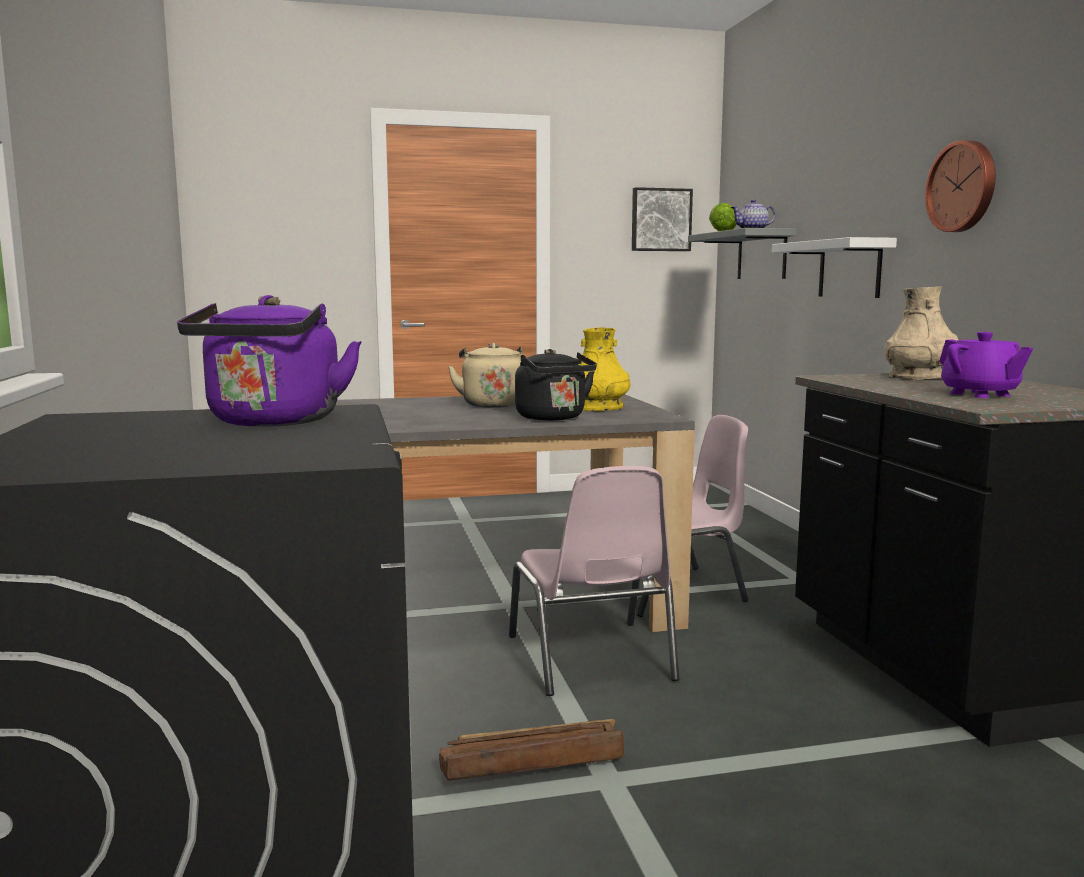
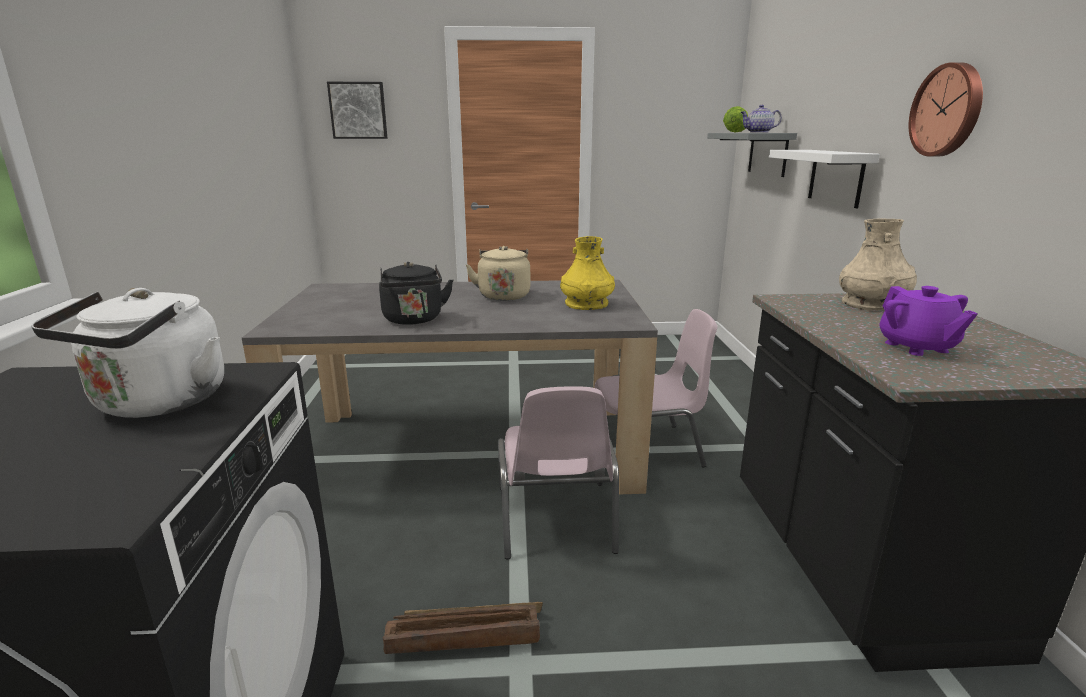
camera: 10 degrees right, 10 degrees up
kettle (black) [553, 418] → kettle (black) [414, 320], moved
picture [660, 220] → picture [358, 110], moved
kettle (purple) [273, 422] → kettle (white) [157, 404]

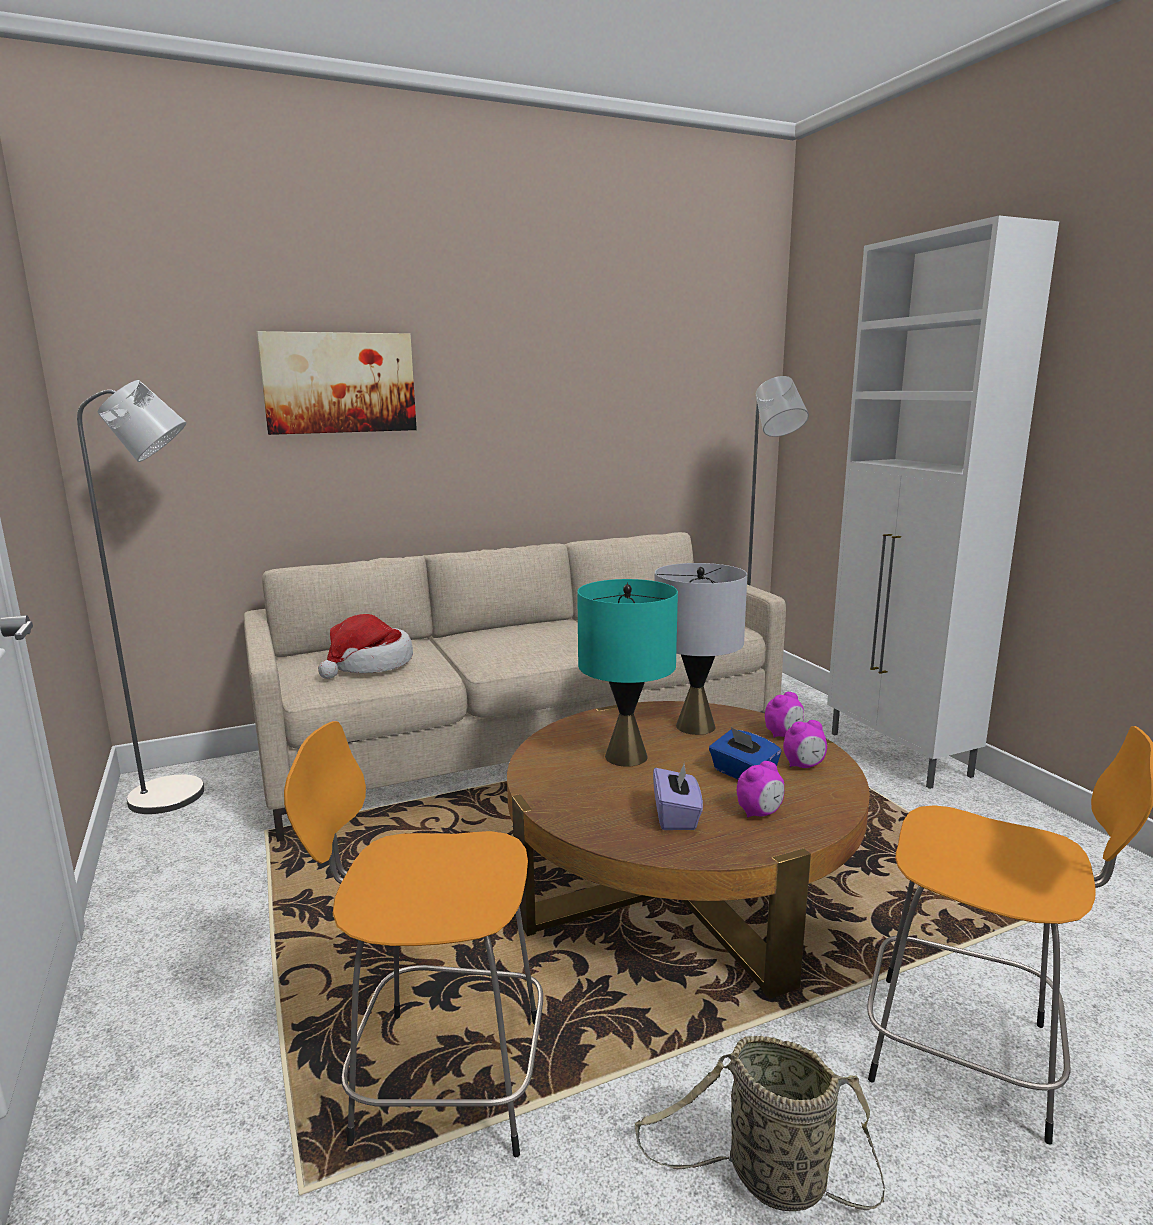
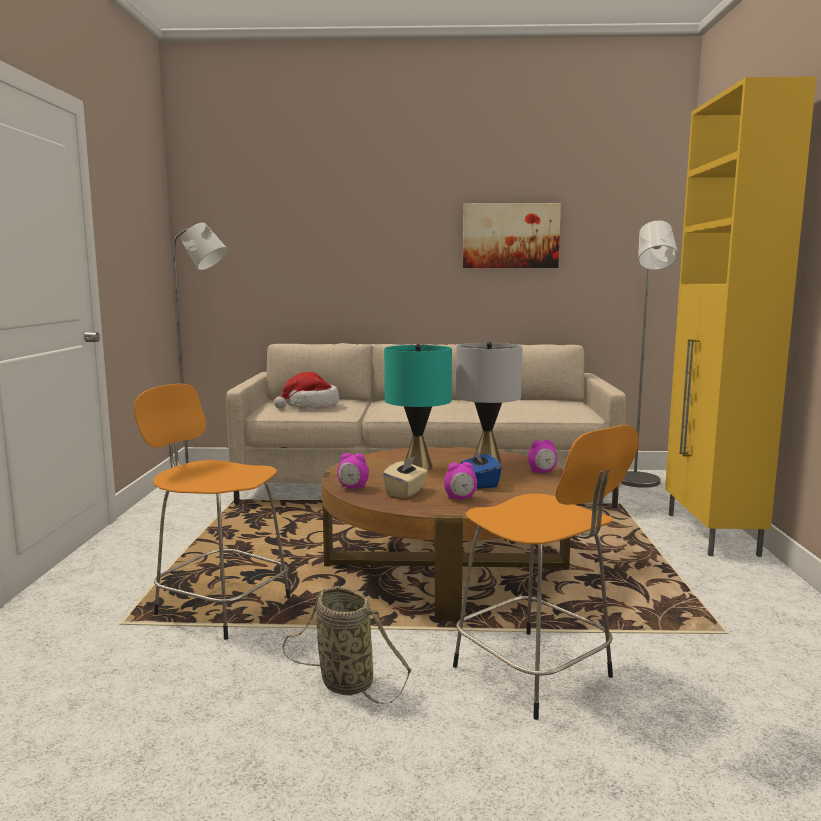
camera: 25 degrees right, 5 degrees down
picture [339, 383] → picture [510, 236], moved
alarm clock [804, 766] → alarm clock [353, 488], moved
tissue box (purple) [676, 816] → tissue box (beige) [406, 492]
cabinet (white) [899, 755] → cabinet (yellow) [711, 534]

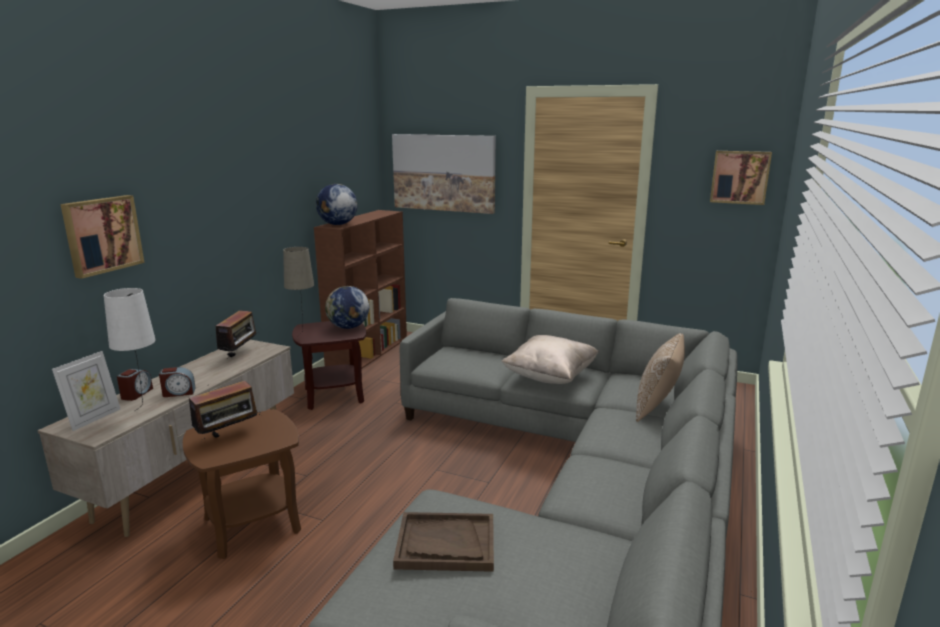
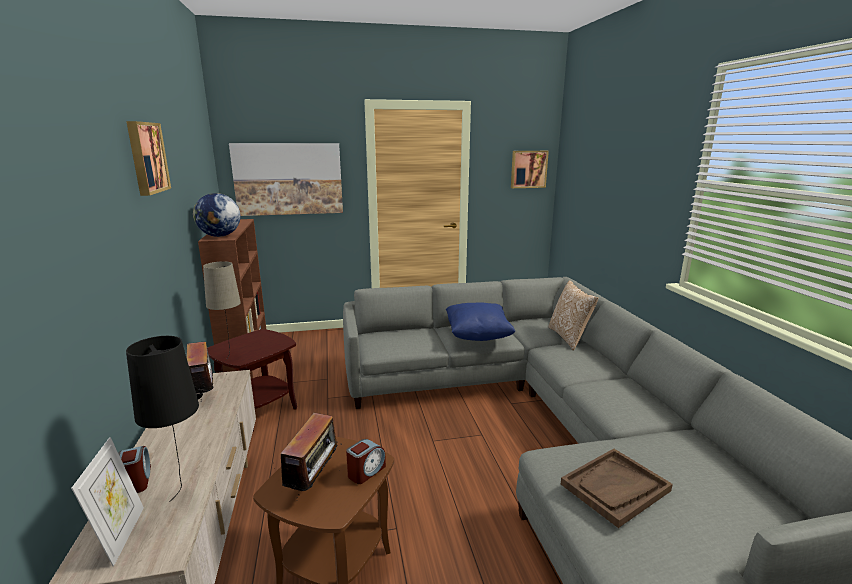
camera: 35 degrees left, 0 degrees up
globe [348, 327] → -
picture [102, 235] → picture [146, 157], moved
alarm clock [179, 393] → alarm clock [366, 472], moved
table lamp (white) [145, 410] → table lamp (black) [184, 495]
pillow (beige) [550, 377] → pillow (blue) [478, 336]

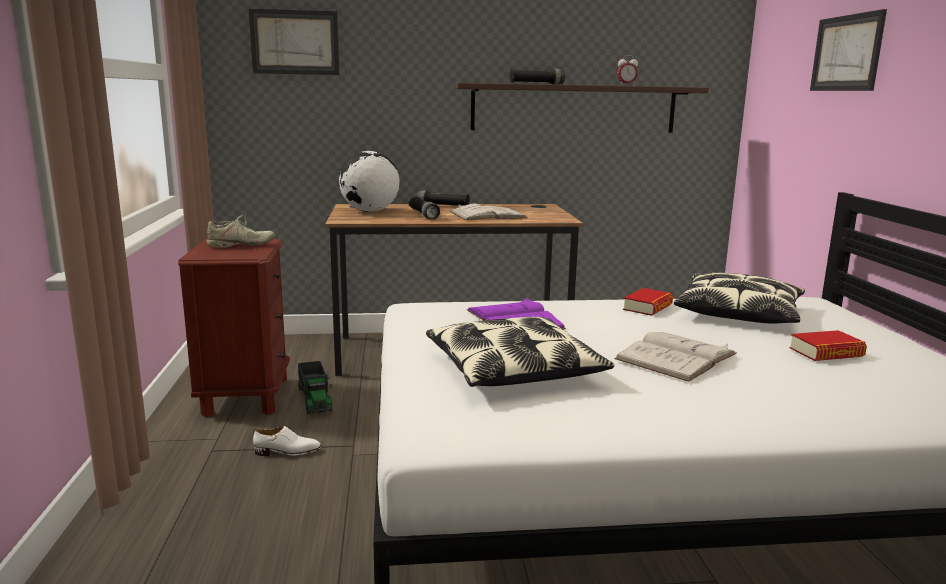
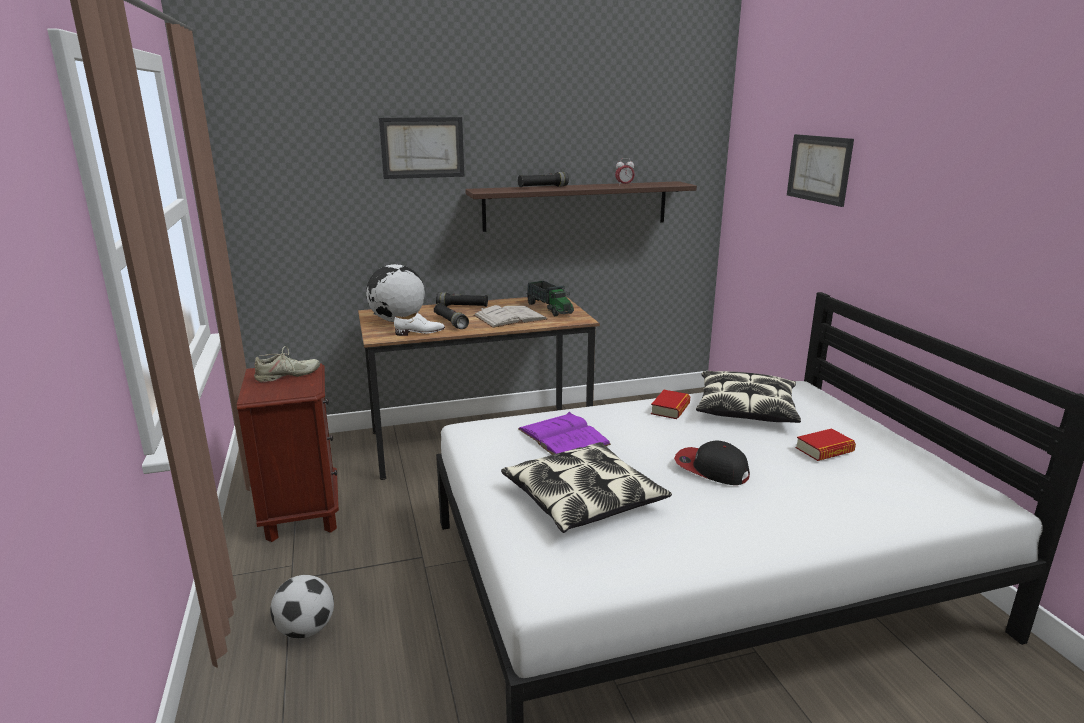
camera: 10 degrees left, 5 degrees up
- → football [306, 630]
picture [295, 42] → picture [422, 147], moved
shoe (white) [287, 452] → shoe (white) [420, 332], moved
toy truck [315, 399] → toy truck [550, 309], moved
book (white) [676, 356] → cap [711, 469]

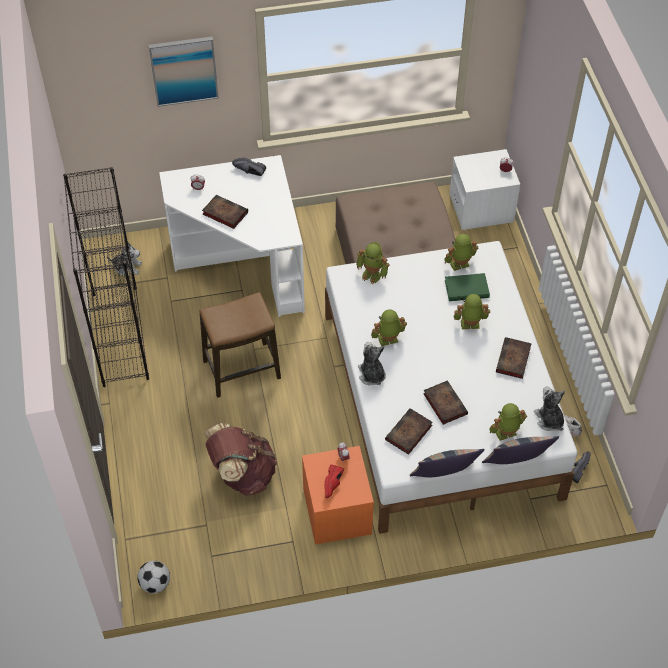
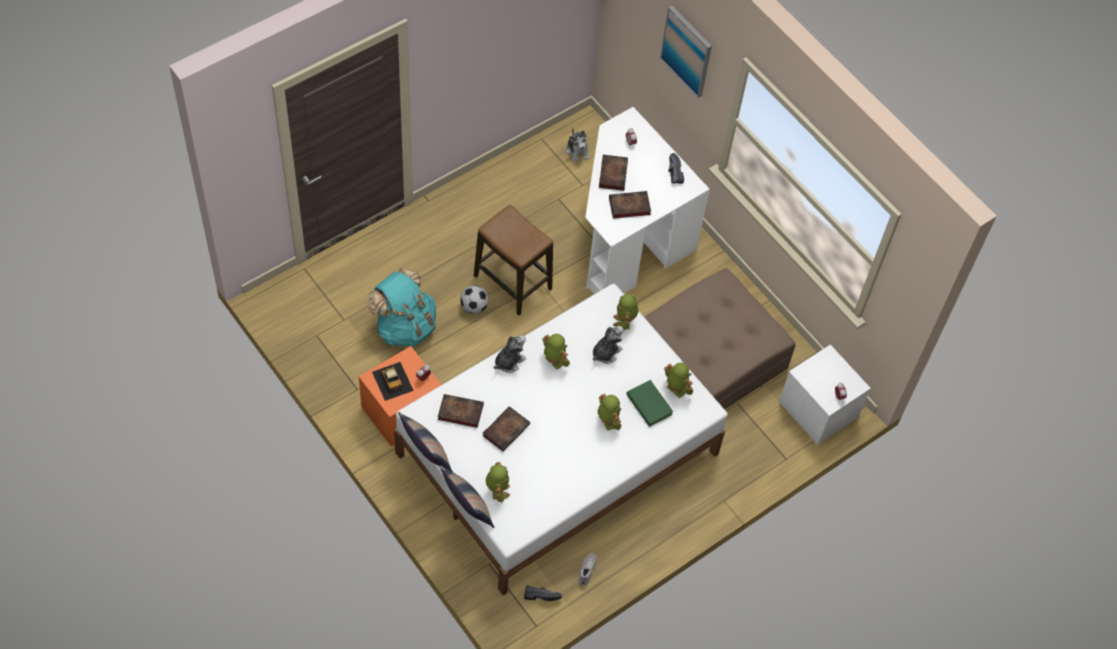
camera: 60 degrees right, 5 degrees up
bookcase (black) [119, 335] → -
football [155, 584] → football [474, 307], moved
book [513, 360] → book [628, 206], moved
plush toy [549, 420] → plush toy [605, 352], moved
shoe (red) [334, 484] → toy car [392, 380]
backpack (brown) [242, 474] → backpack (turquoise) [405, 326]
toy robot [506, 434] → toy robot [497, 490], 45 degrees clockwise

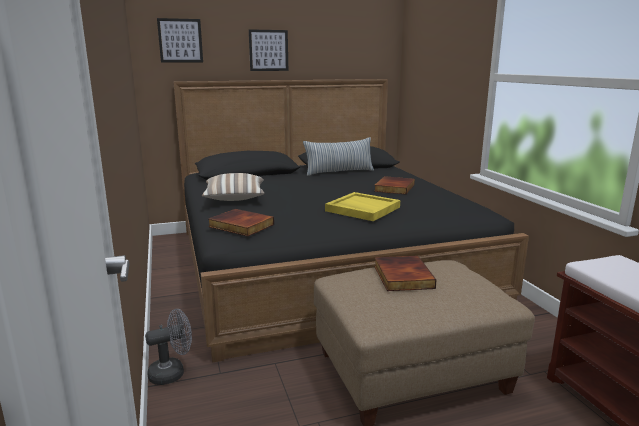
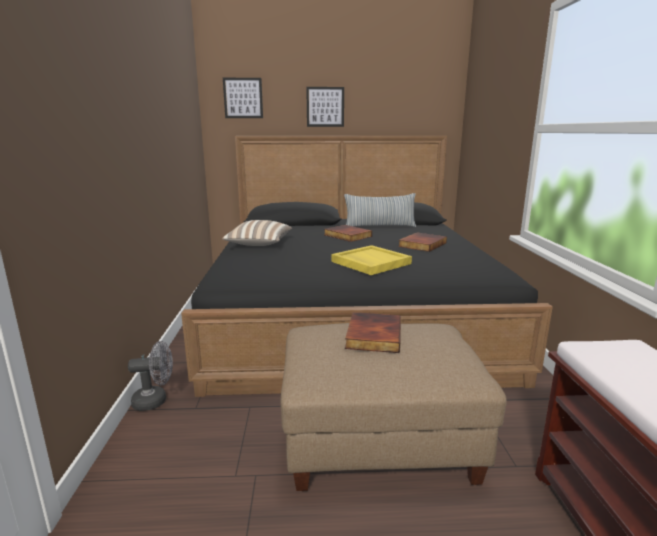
camera: 15 degrees right, 0 degrees up
book [240, 226] → book [346, 236], moved

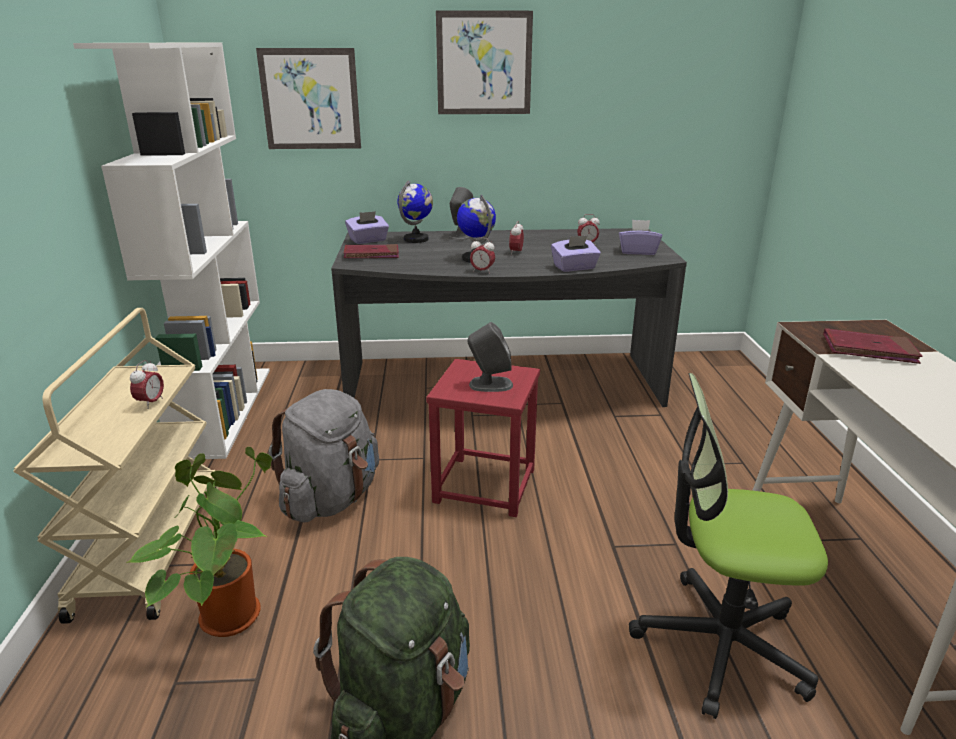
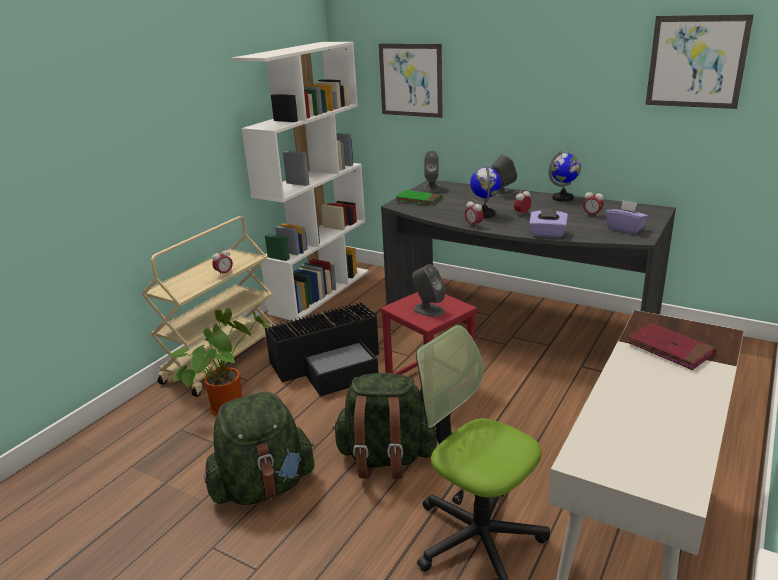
camera: 35 degrees right, 0 degrees up
- → backpack (green) [386, 459]
globe [416, 239] → globe [563, 198], moved
picture [484, 63] → picture [696, 62], moved
backpack (grey) [331, 499] → storage box (black) [331, 363]
tissue box (purple) [368, 240] → speaker (grey) [432, 188]
book (red) [371, 255] → book (green) [418, 200]

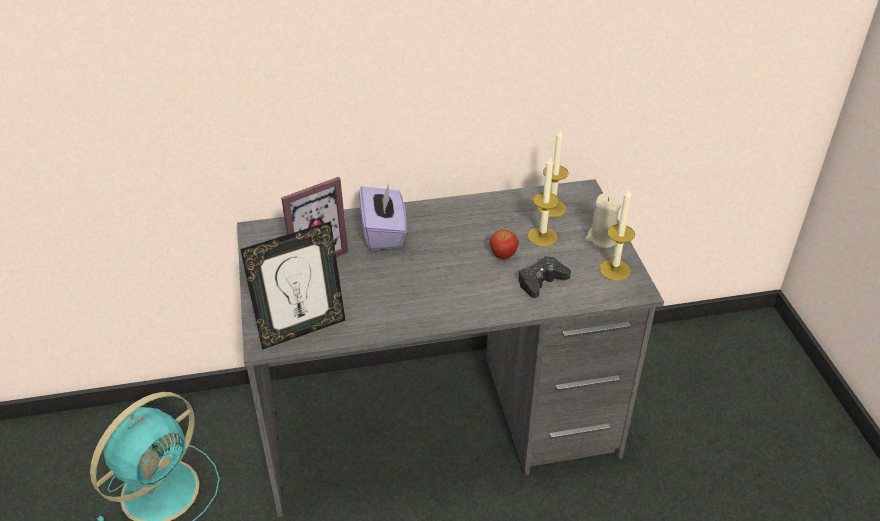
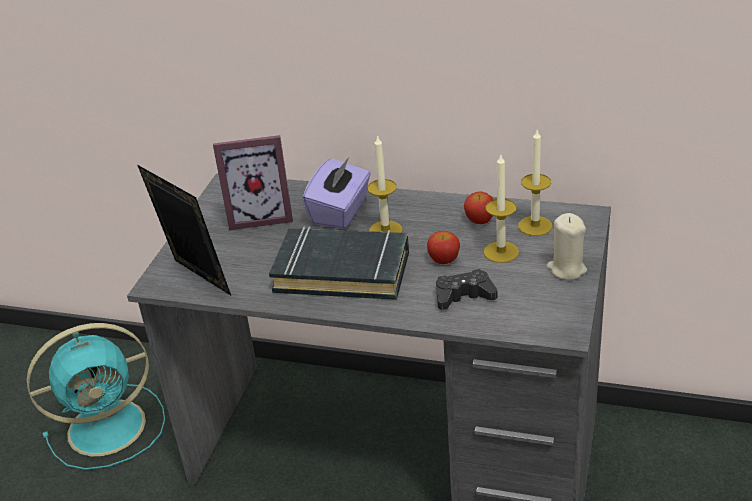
camera: 30 degrees right, 5 degrees down
- → book (black) [342, 271]
- → apple [479, 220]
candle [614, 270] → candle [385, 230], moved
picture frame [301, 330] → picture frame [196, 281], 135 degrees counterclockwise

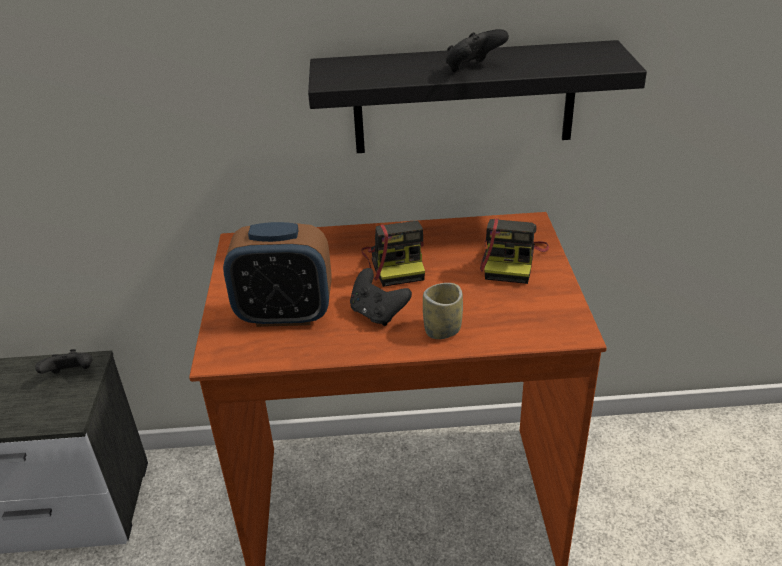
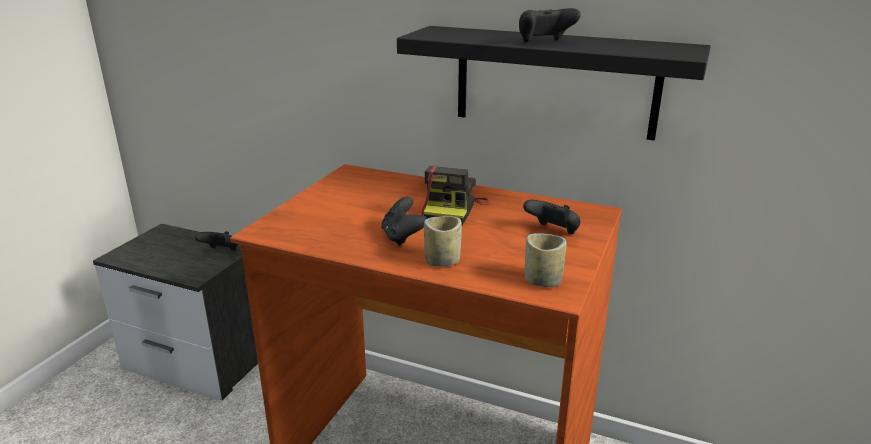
camera: 25 degrees right, 10 degrees down
alarm clock [285, 315] → -
- → cup [542, 281]
photo camera [512, 260] → game controller (black) [553, 232]

